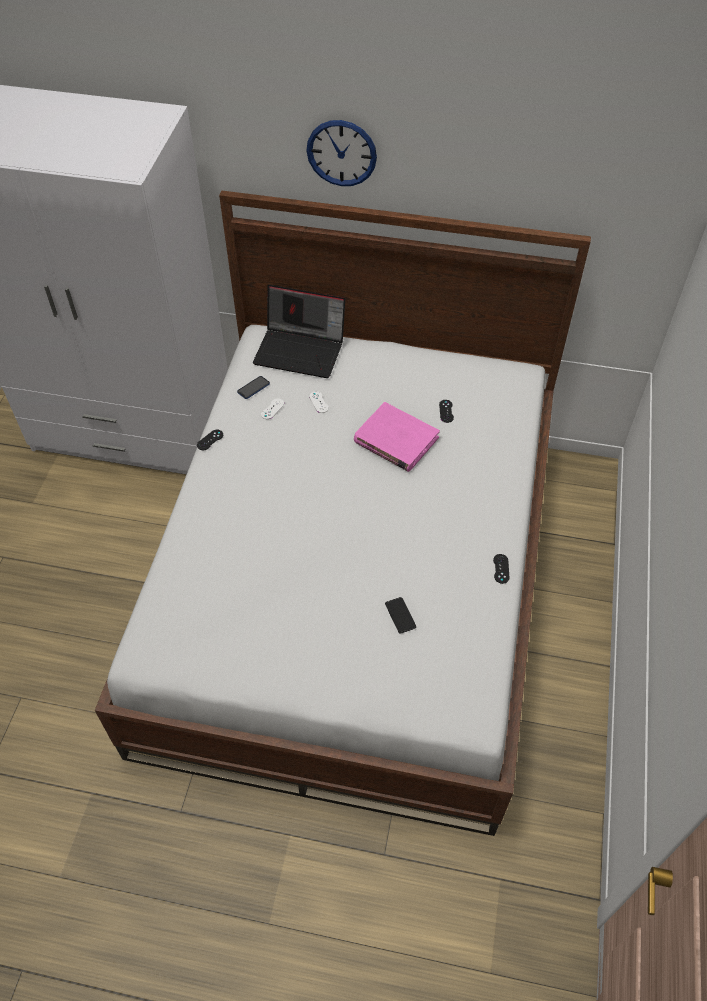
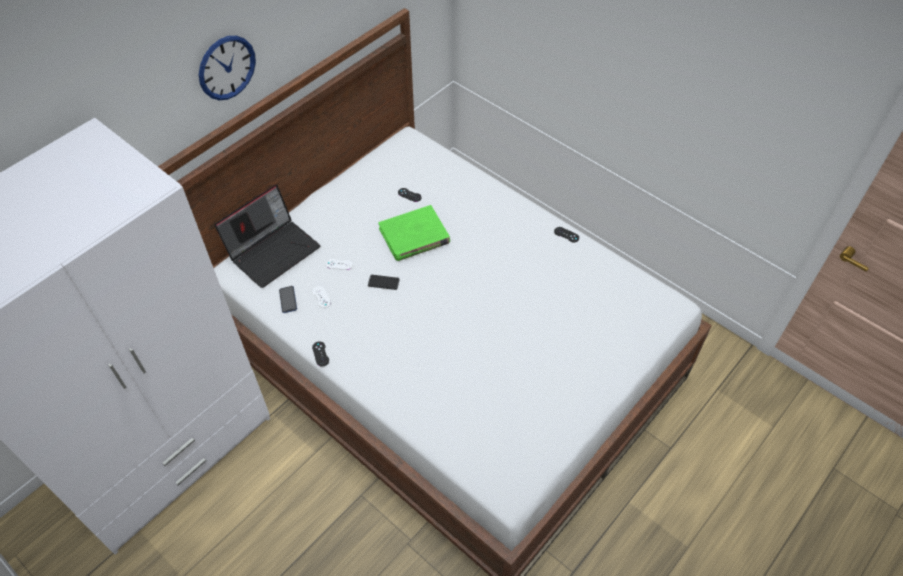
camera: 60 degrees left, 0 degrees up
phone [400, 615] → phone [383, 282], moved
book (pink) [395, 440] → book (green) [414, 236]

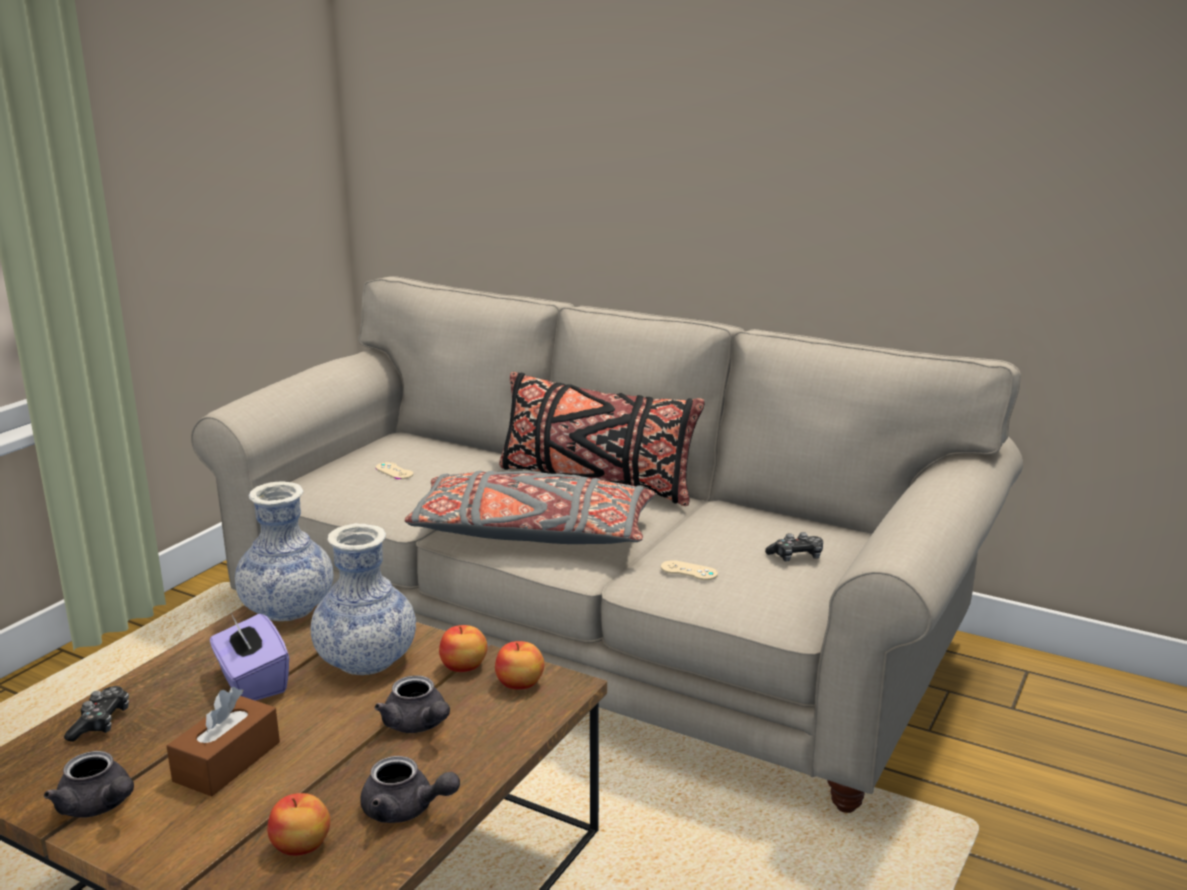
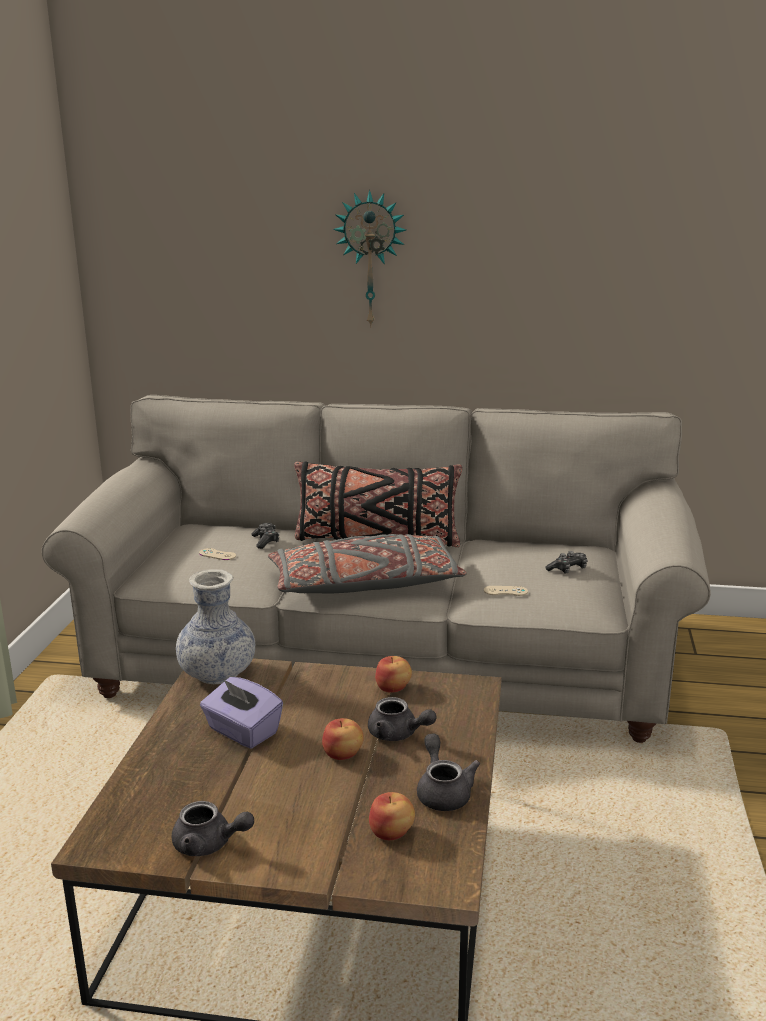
camera: 20 degrees left, 0 degrees up
tissue box (brown) [227, 761] → -
vase [366, 660] → -
- → wall clock [371, 259]
game controller [101, 723] → game controller [266, 541], moved
apple [520, 684] → apple [343, 754], moved
teapot (grey) [406, 810] → teapot (grey) [443, 791], 105 degrees counterclockwise

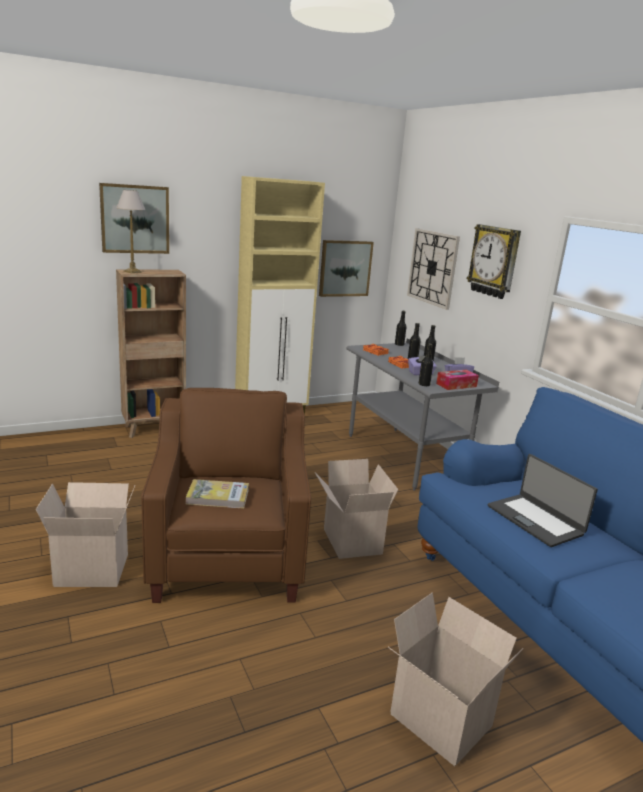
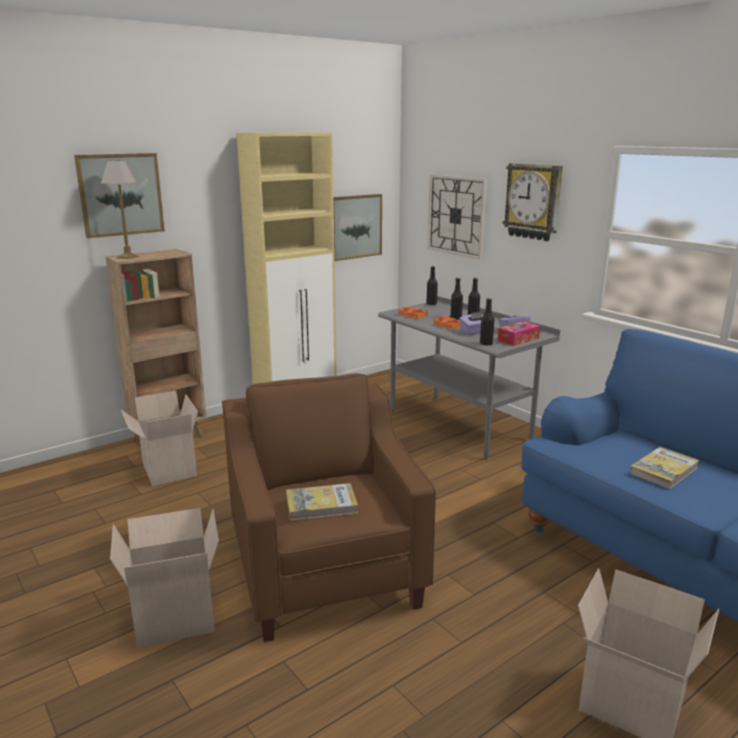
camera: 10 degrees left, 0 degrees up
cardboard box [350, 541] → cardboard box [167, 470], moved
laptop [535, 520] → book [663, 470]

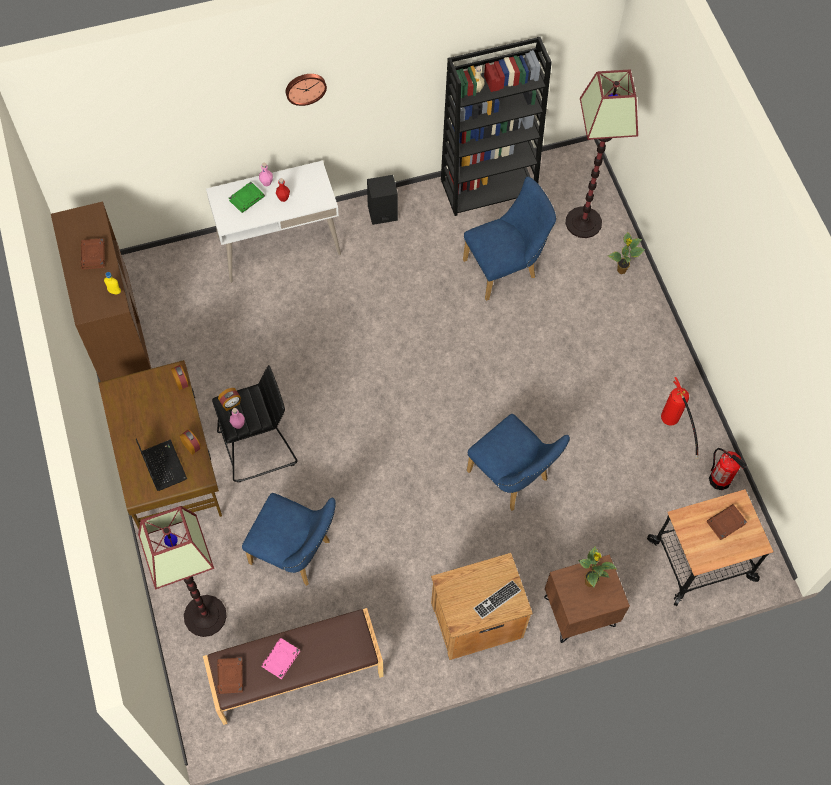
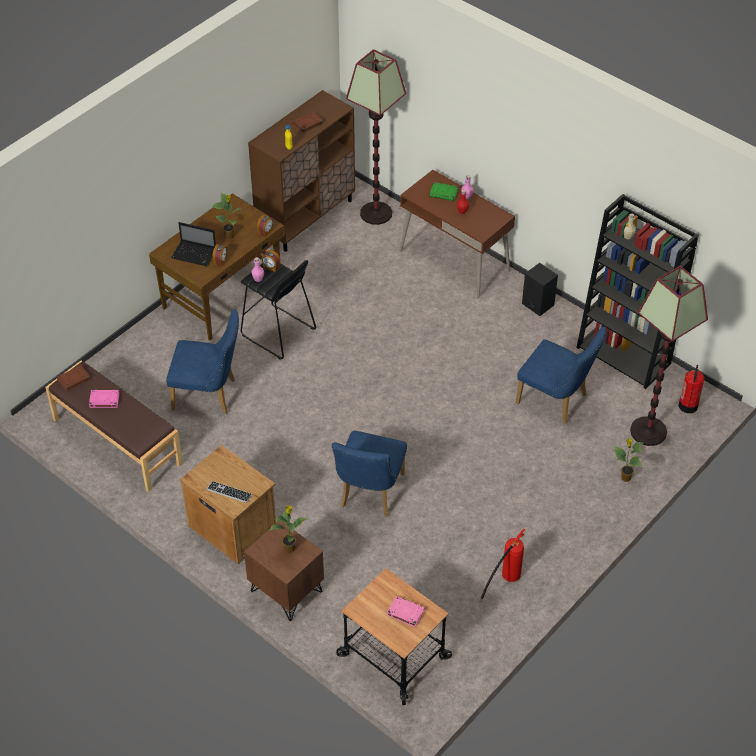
camera: 60 degrees right, 15 degrees down
wall clock [305, 87] → -
- → potted plant [230, 236]
floor lamp [204, 615] → floor lamp [376, 213], moved
fire extinguisher [719, 479] → fire extinguisher [688, 405], moved
desk (white) [278, 245] → desk (brown) [454, 261]
book (brown) [725, 523] → book (pink) [405, 612]
laptop [163, 465] → laptop [195, 254], 75 degrees clockwise
chair (blue) [295, 554] → chair (blue) [209, 395], 75 degrees counterclockwise

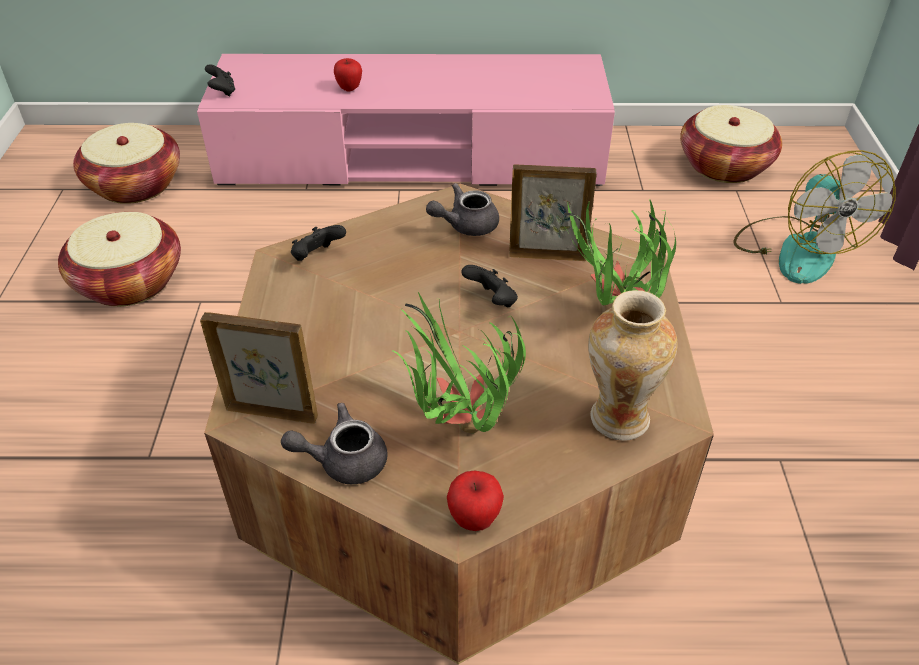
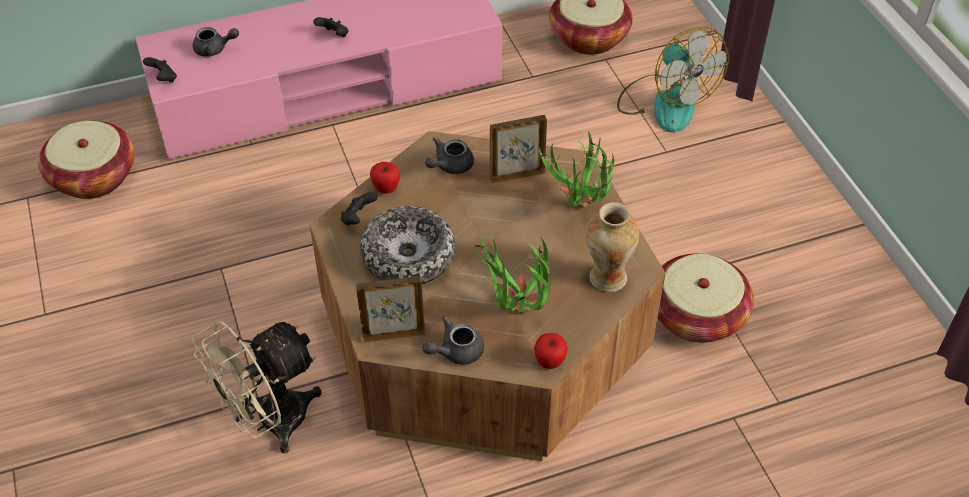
camera: 20 degrees left, 5 degrees up
- → fan (beige) [270, 423]
- → teapot (grey) [215, 49]
- → bowl [408, 256]
basket [130, 282] → basket [697, 315], moved
apple [349, 88] → apple [386, 189], moved
game controller (black) [491, 301] → game controller (black) [333, 35], moved

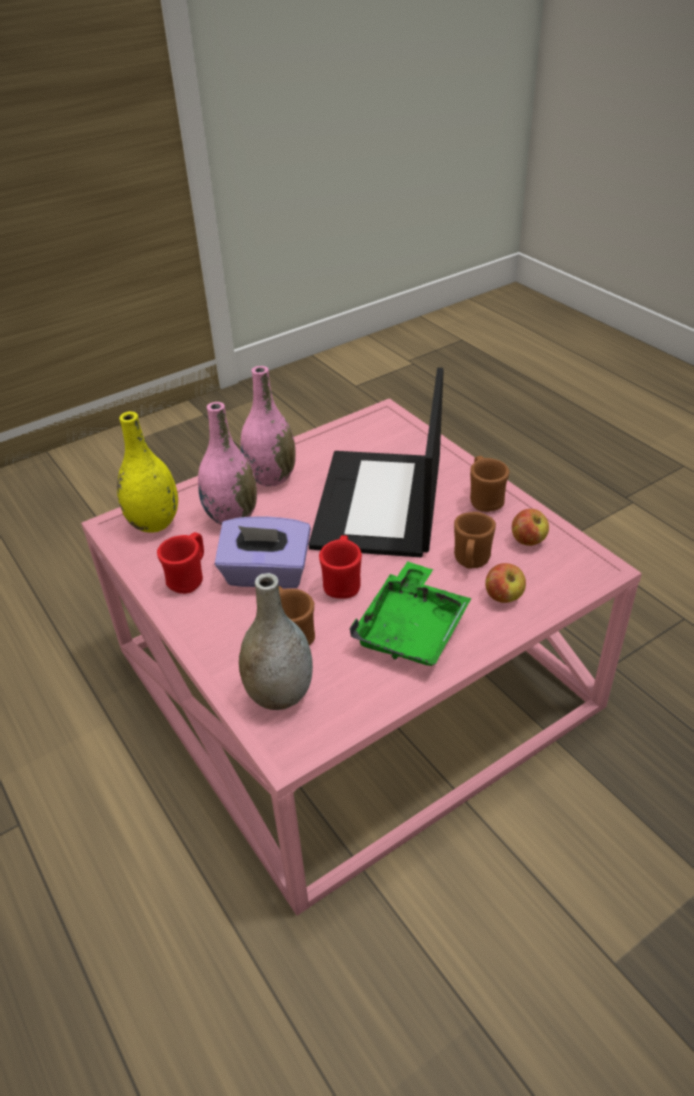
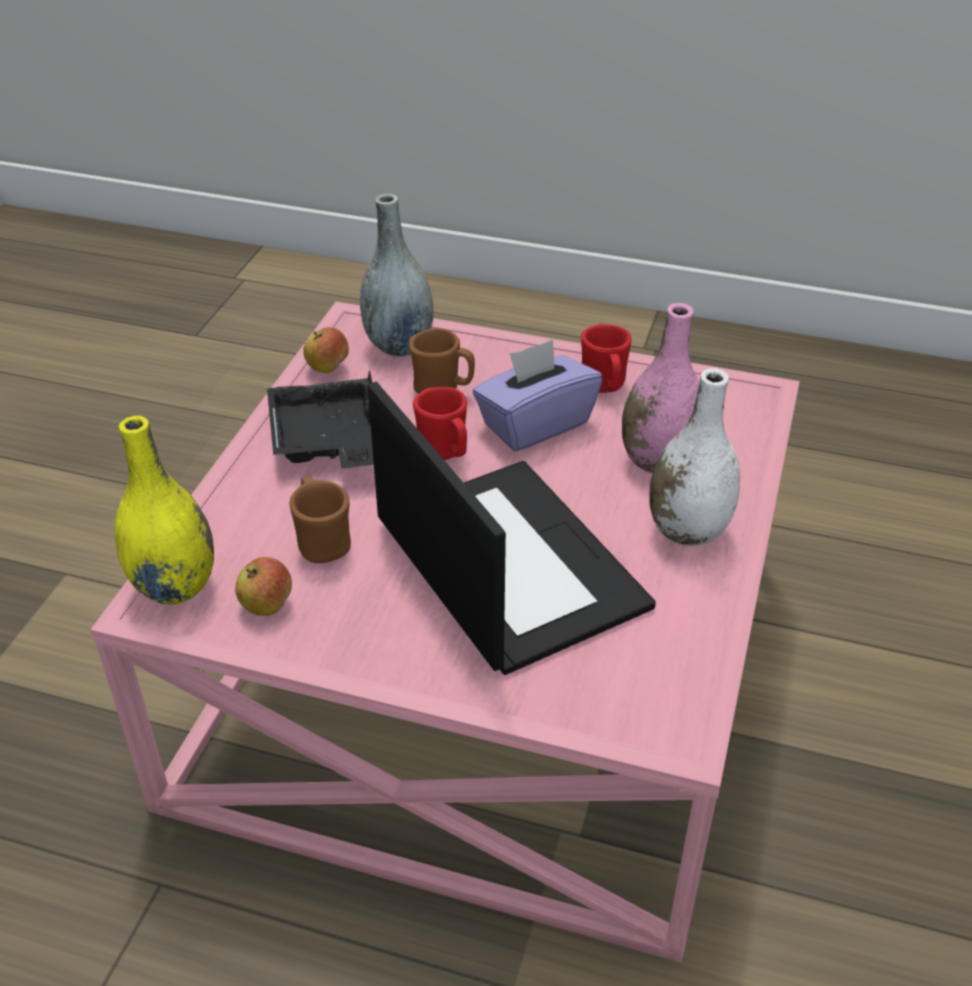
camera: 140 degrees right, 0 degrees up
mug (brown) [484, 499] → -
vase (yellow) [154, 523] → vase (yellow) [175, 586], moved
apple [503, 597] → apple [327, 368], moved
vase (pink) [271, 477] → vase (white) [688, 531]
tray (green) [412, 629] → tray (black) [328, 441]

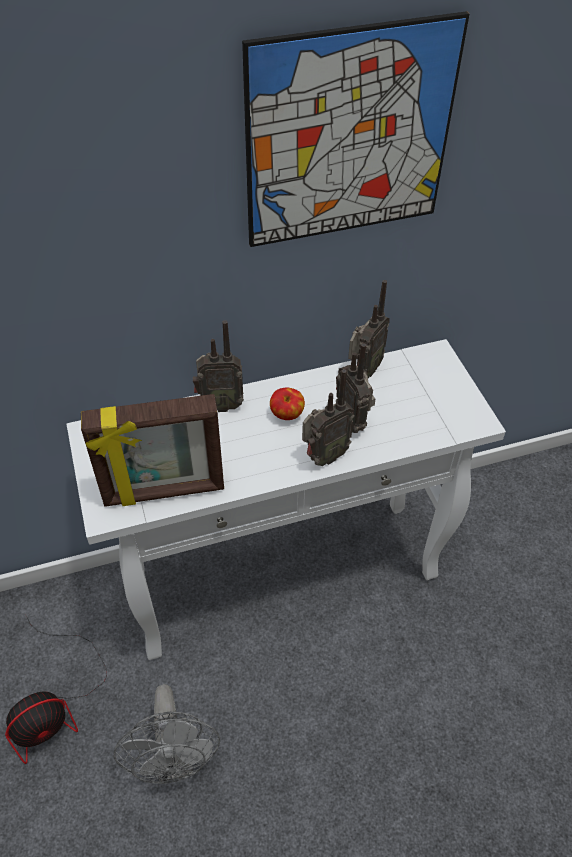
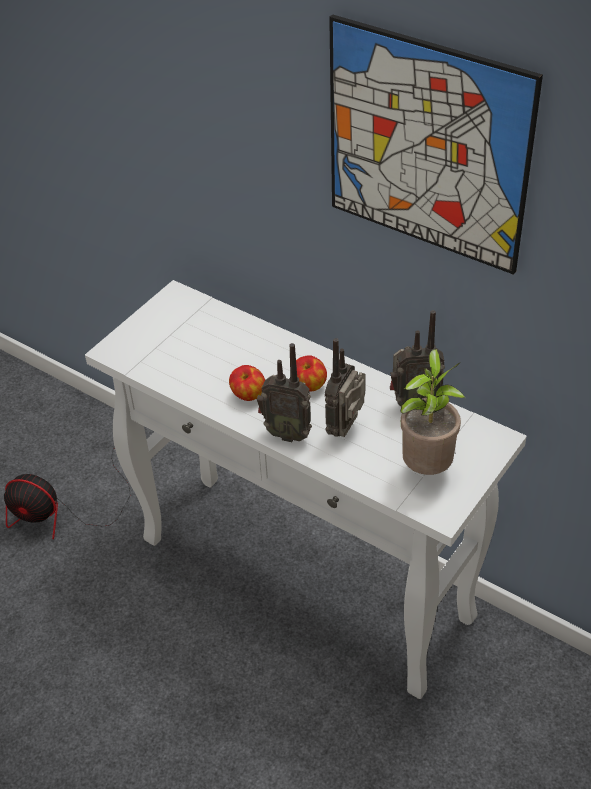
camera: 55 degrees right, 5 degrees down
picture frame [164, 492] → -
fan (grey) [175, 760] → -
radio [220, 404] → -
- → apple [248, 395]
- → potted plant [427, 467]

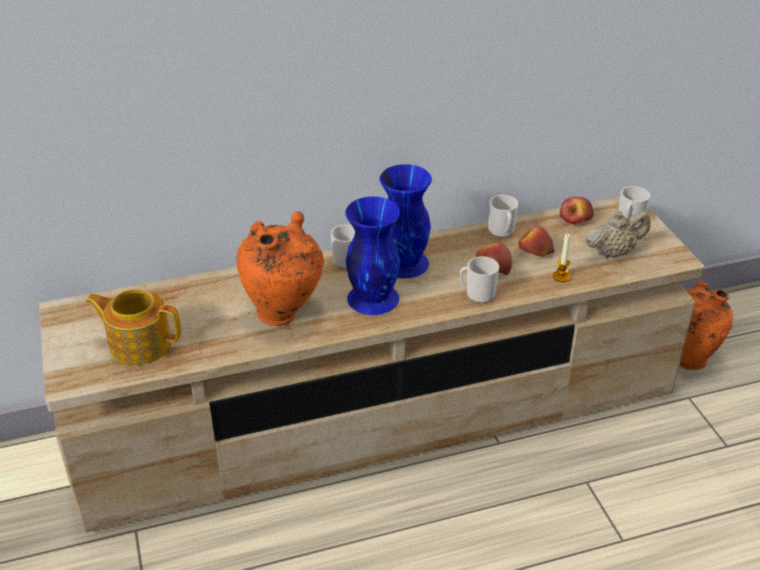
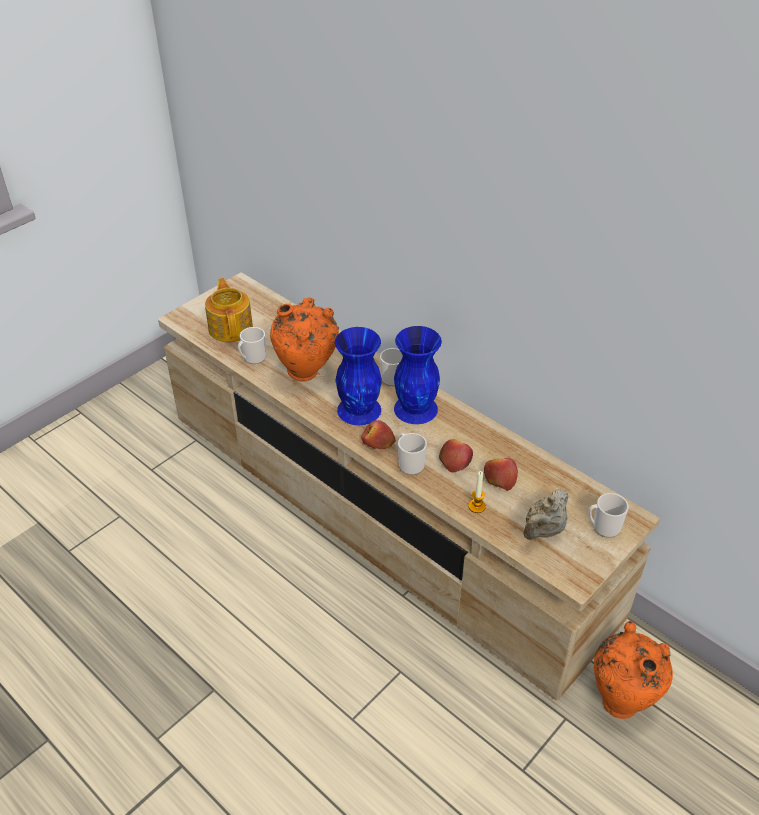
camera: 60 degrees right, 5 degrees up
mug [502, 232] → mug [252, 358], moved
apple [576, 219] → apple [378, 442], moved
teapot (beige) [613, 253] → teapot (beige) [543, 530], 90 degrees clockwise

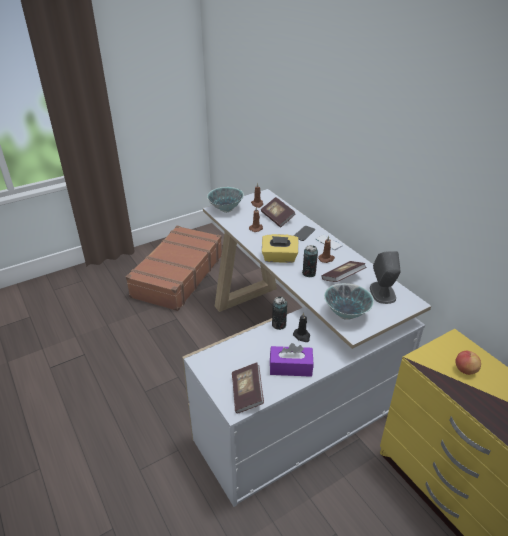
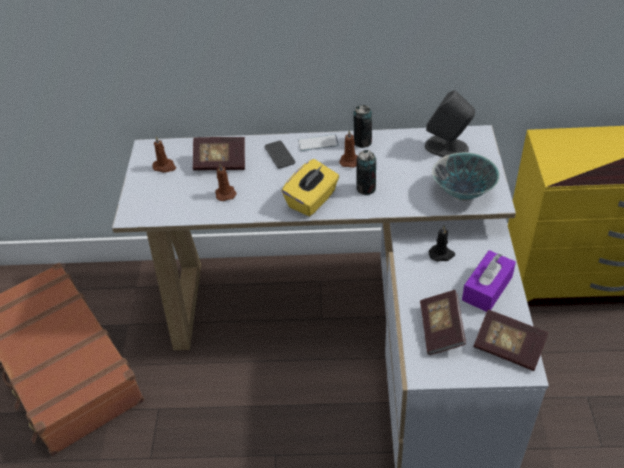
camera: 55 degrees left, 10 degrees up
bowl [226, 209] → -
apple [465, 370] → -
can [279, 325] → can [362, 142], moved
book [342, 278] → book [441, 330], moved

